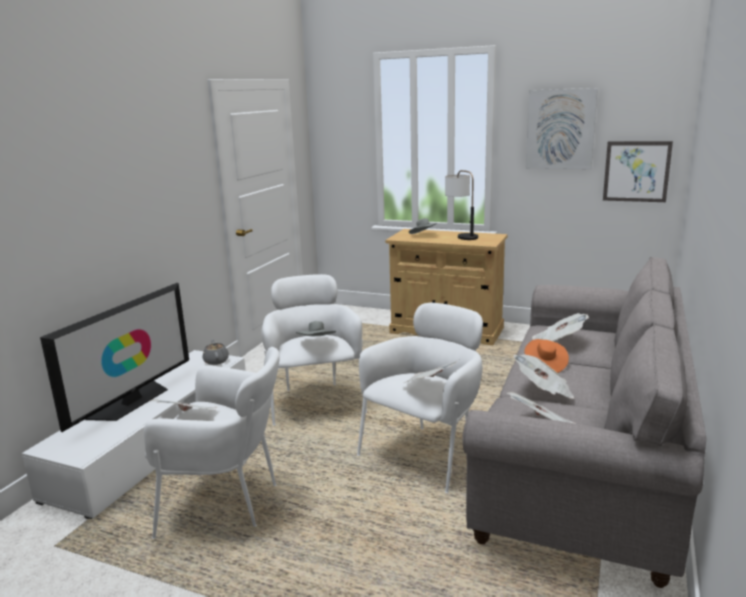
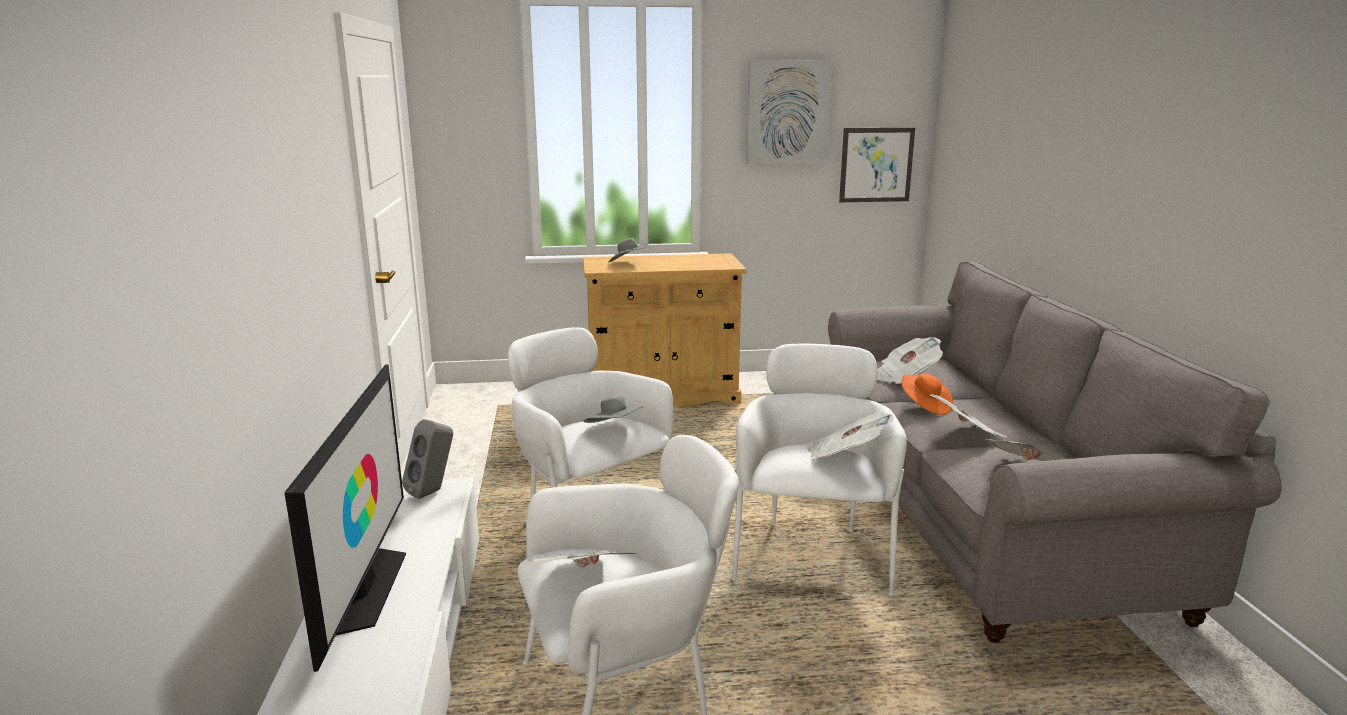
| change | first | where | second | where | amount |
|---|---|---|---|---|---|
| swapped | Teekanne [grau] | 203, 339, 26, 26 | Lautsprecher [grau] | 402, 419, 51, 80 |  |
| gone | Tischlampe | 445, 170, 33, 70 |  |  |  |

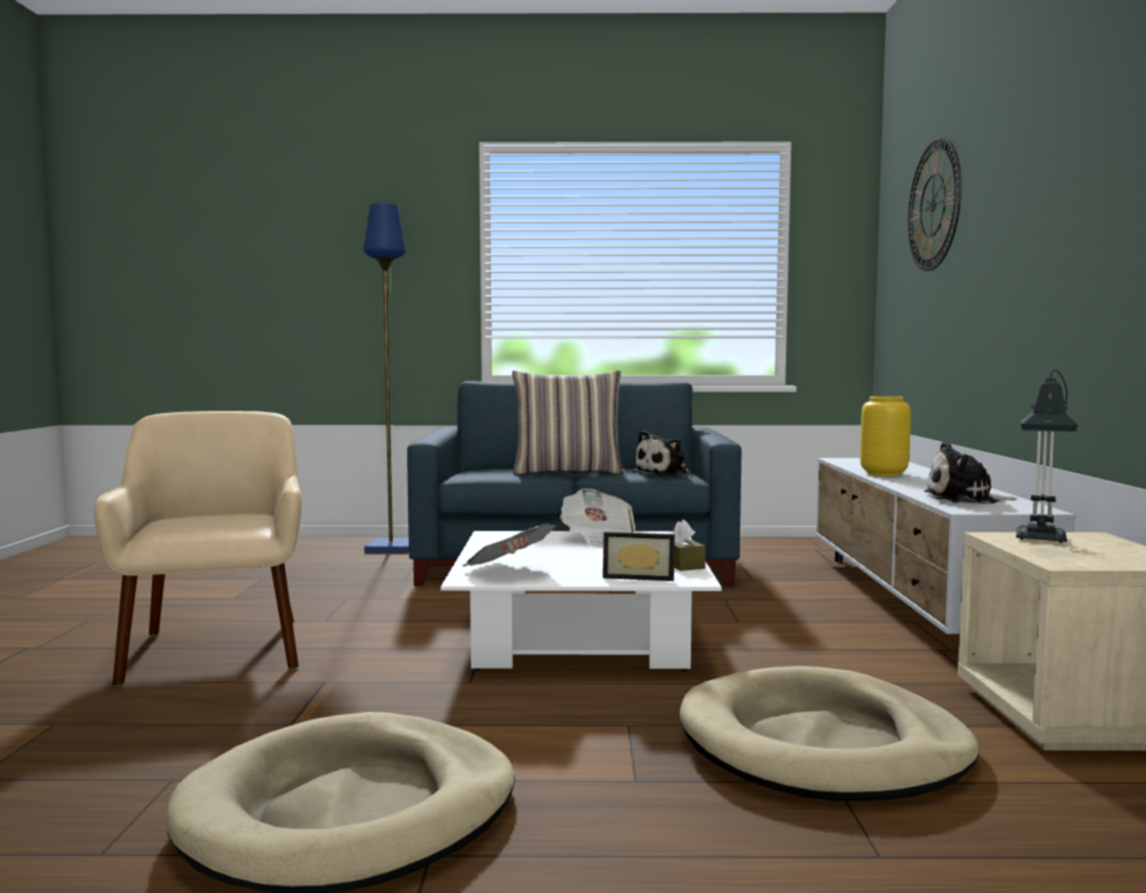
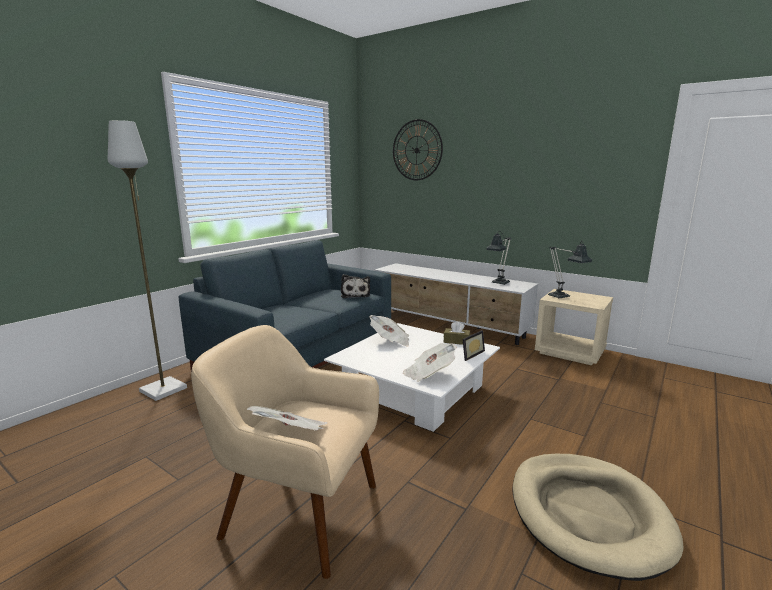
| change | first | where | second | where | amount |
|---|---|---|---|---|---|
| repainted | Stehlampe [blau] | 363, 203, 46, 350 | Stehlampe [grau] | 108, 120, 79, 281 |  |
| gone | Kissen | 512, 371, 112, 104 |  |  |  |
| gone | Hundebett [beige] | 679, 666, 300, 135 |  |  |  |
| gone | Vase [gelb] | 860, 396, 51, 80 |  |  |  |
| swapped | Plüschtier | 924, 441, 93, 63 | Tischlampe | 486, 232, 25, 53 |  |
| new |  |  | Zeitung | 247, 406, 80, 25 |  |

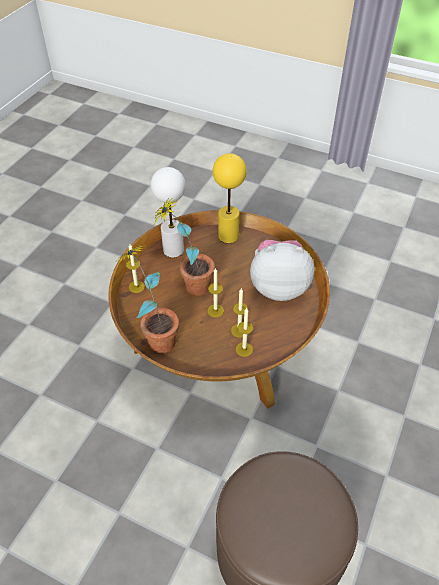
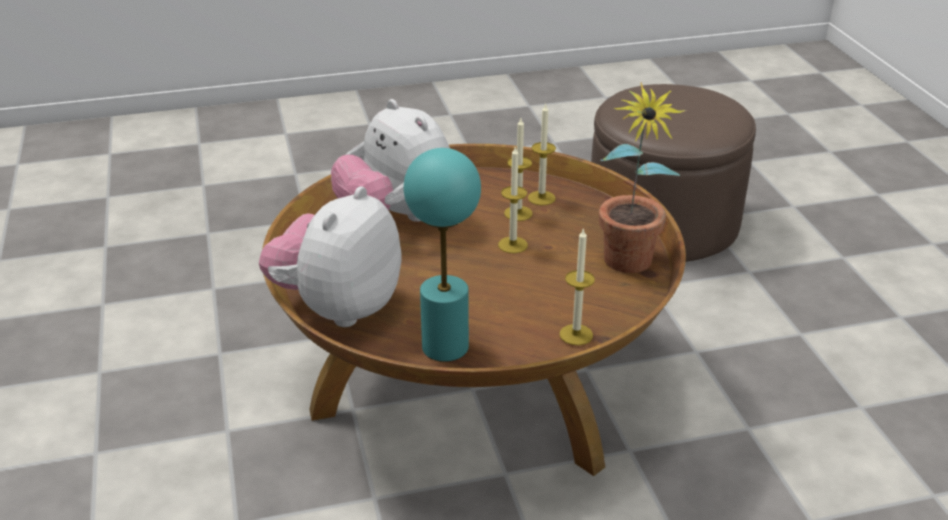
| change | first | where | second | where | amount |
|---|---|---|---|---|---|
| repainted | Tischlampe [weiß] | 151, 167, 35, 91 | Tischlampe [türkis] | 404, 148, 77, 214 |  |
| gone | Topfpflanze | 154, 199, 61, 97 |  |  |  |
| swapped | Tischlampe [gelb] | 213, 153, 34, 90 | Plüschtier | 259, 186, 143, 141 |  |

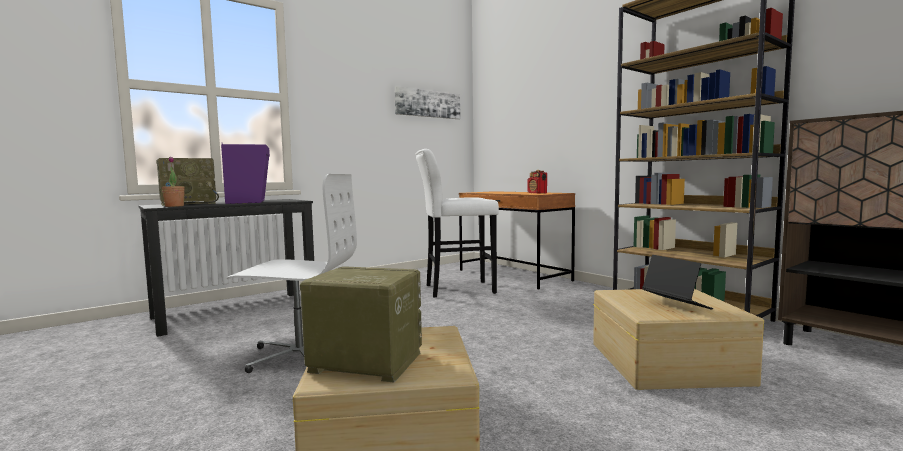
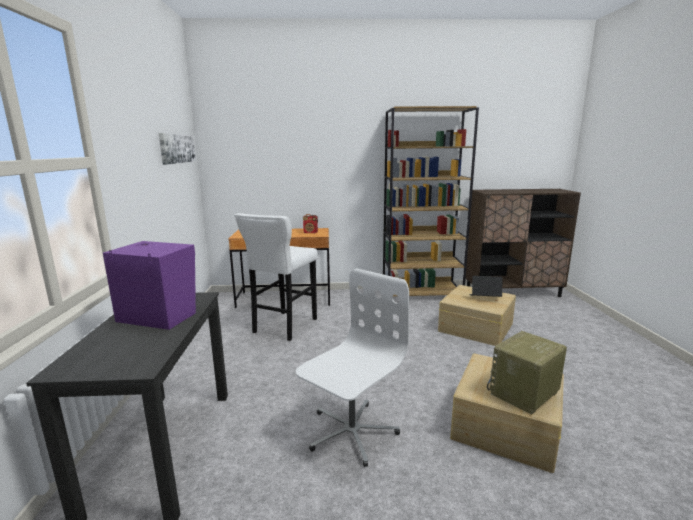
| change | first | where | second | where | amount |
|---|---|---|---|---|---|
| gone | Radio | 156, 158, 63, 48 |  |  |  |
| gone | Topfpflanze | 162, 157, 22, 50 |  |  |  |

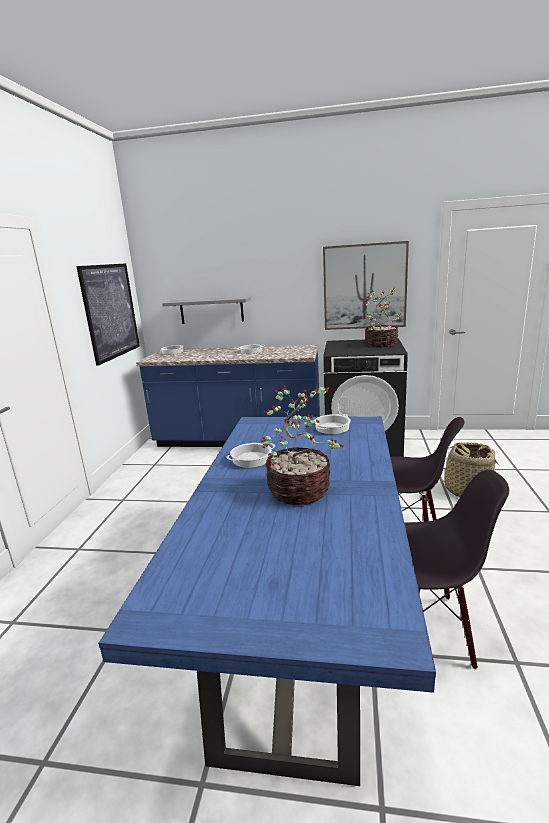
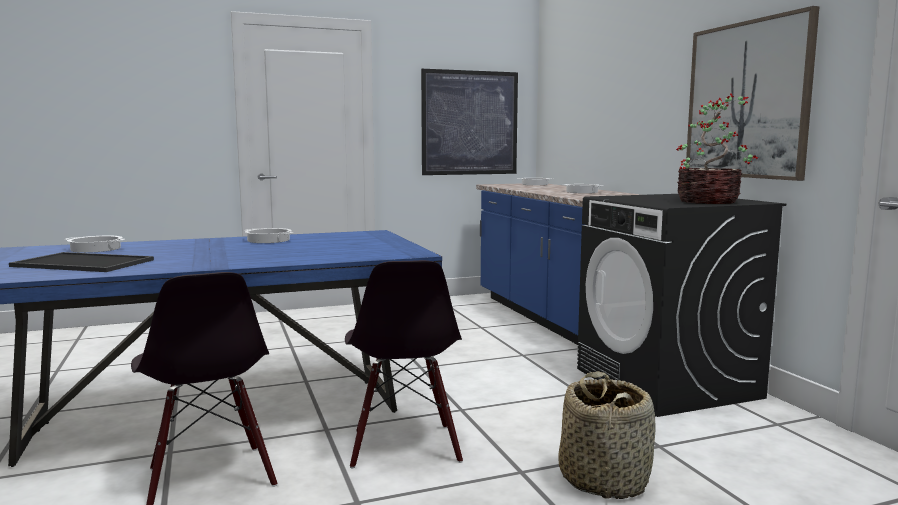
| change | first | where | second | where | amount |
|---|---|---|---|---|---|
| gone | Wandregal [grau] | 162, 297, 89, 27 |  |  |  |
| gone | Topfpflanze | 261, 385, 83, 120 |  |  |  |
| shifted | Kochtopf | 315, 414, 36, 20 |  | 65, 236, 60, 17 |  |
| new |  |  | Tablett | 9, 252, 145, 20 |  |

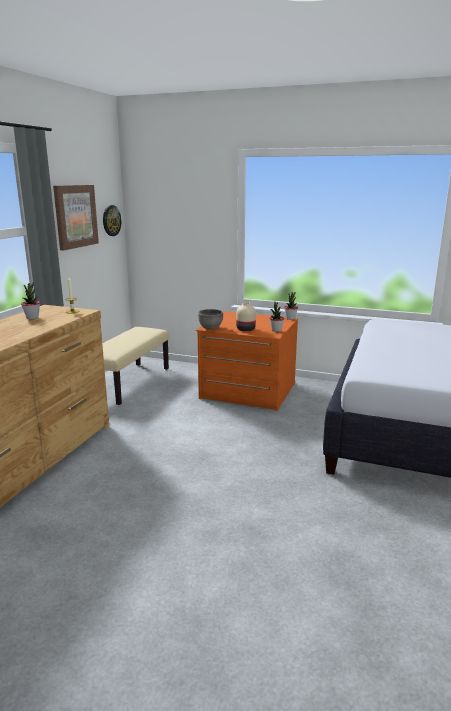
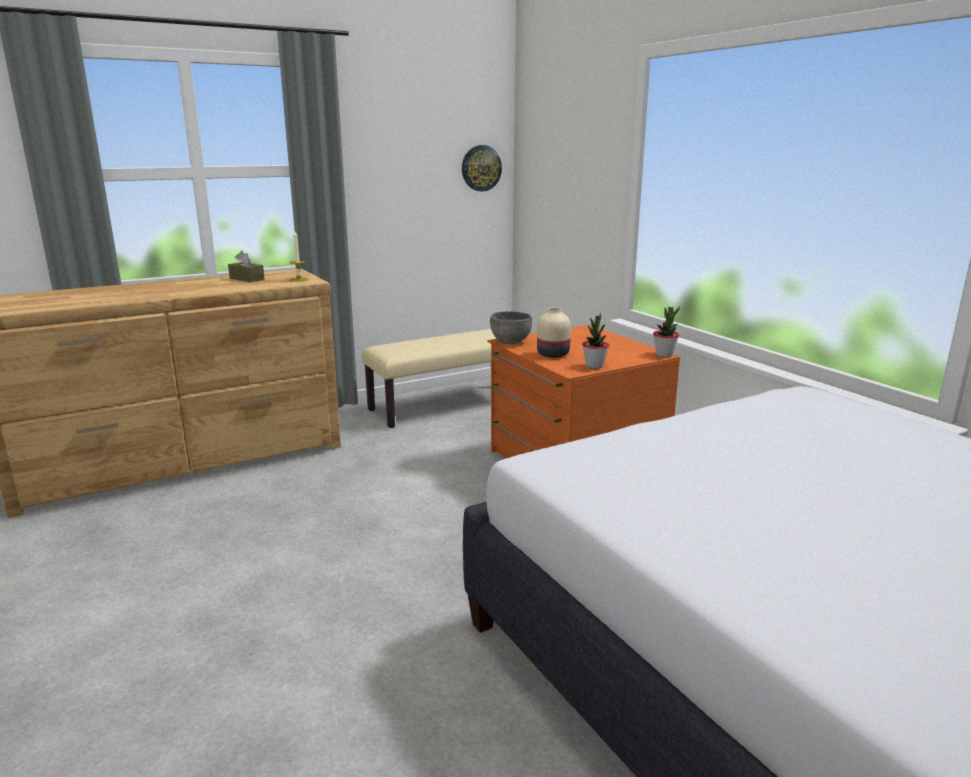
| change | first | where | second | where | amount |
|---|---|---|---|---|---|
| swapped | Topfpflanze | 21, 282, 19, 37 | Taschentuchbox [braun] | 228, 251, 37, 31 |  |
| gone | Bild | 53, 185, 46, 65 |  |  |  |

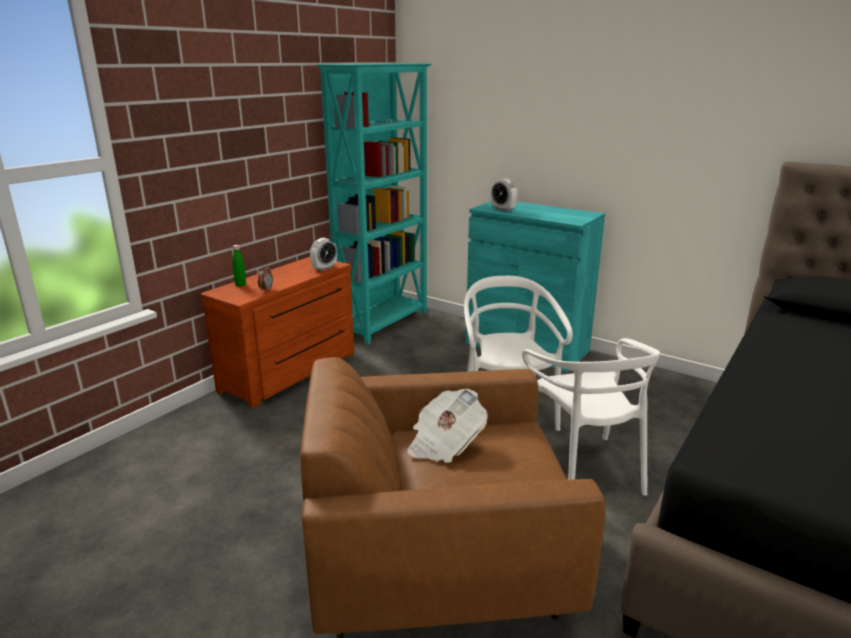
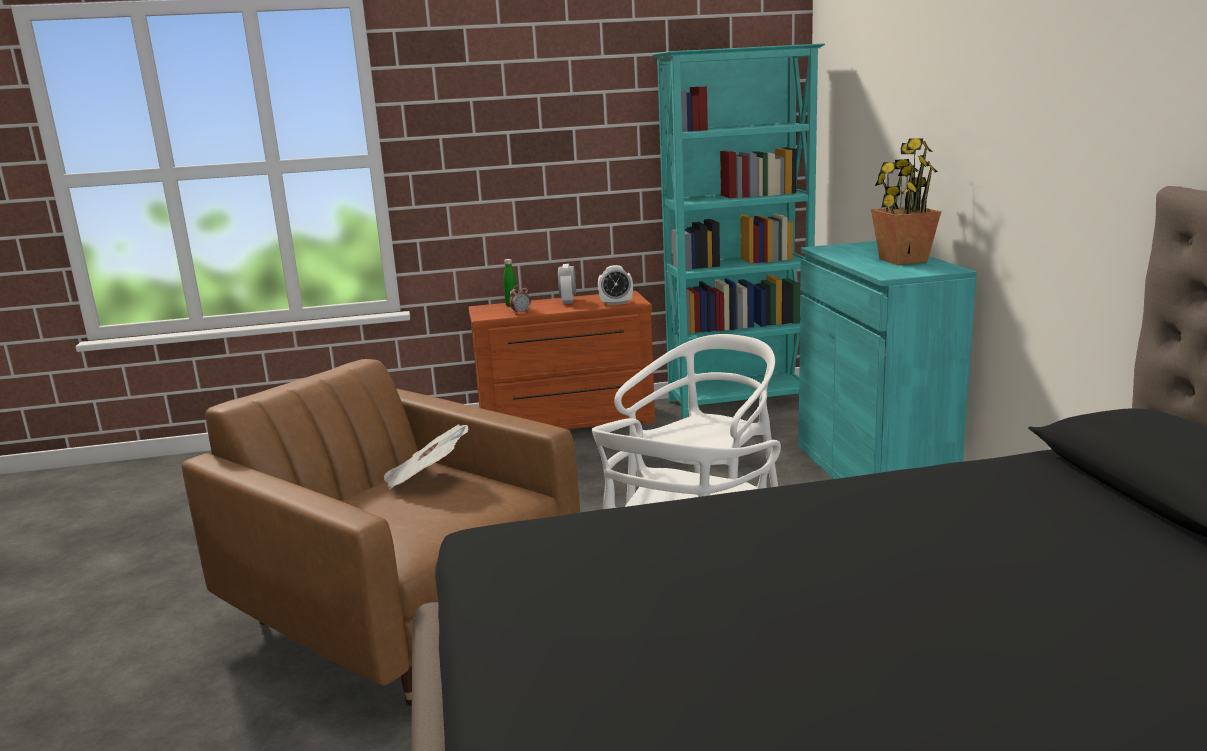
| change | first | where | second | where | amount |
|---|---|---|---|---|---|
| shifted | Wecker | 491, 179, 26, 32 |  | 558, 264, 18, 40 |  |
| new |  |  | Topfpflanze | 871, 138, 70, 127 |  |

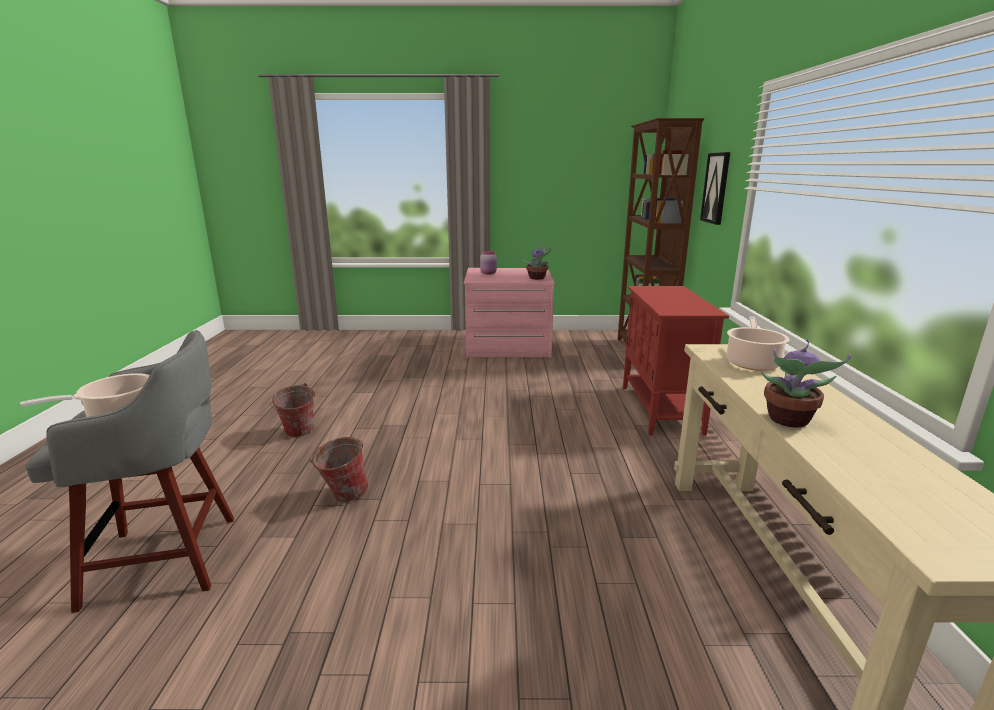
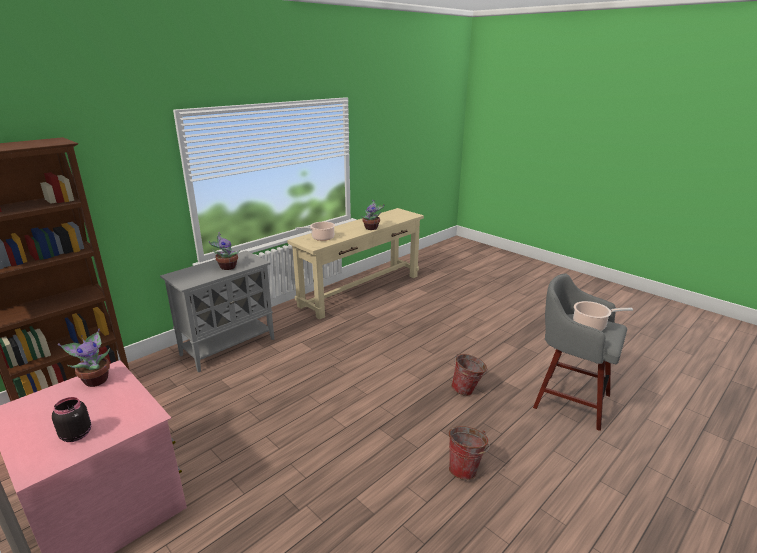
| change | first | where | second | where | amount |
|---|---|---|---|---|---|
| repainted | Vorratsglas [rosa] | 480, 250, 17, 24 | Vorratsglas [schwarz] | 52, 397, 39, 45 |  |
| repainted | Schrank [rot] | 623, 286, 106, 149 | Schrank [grau] | 160, 251, 114, 121 |  |
| gone | Bild | 700, 152, 30, 73 |  |  |  |
| new |  |  | Topfpflanze | 209, 232, 31, 38 |  |

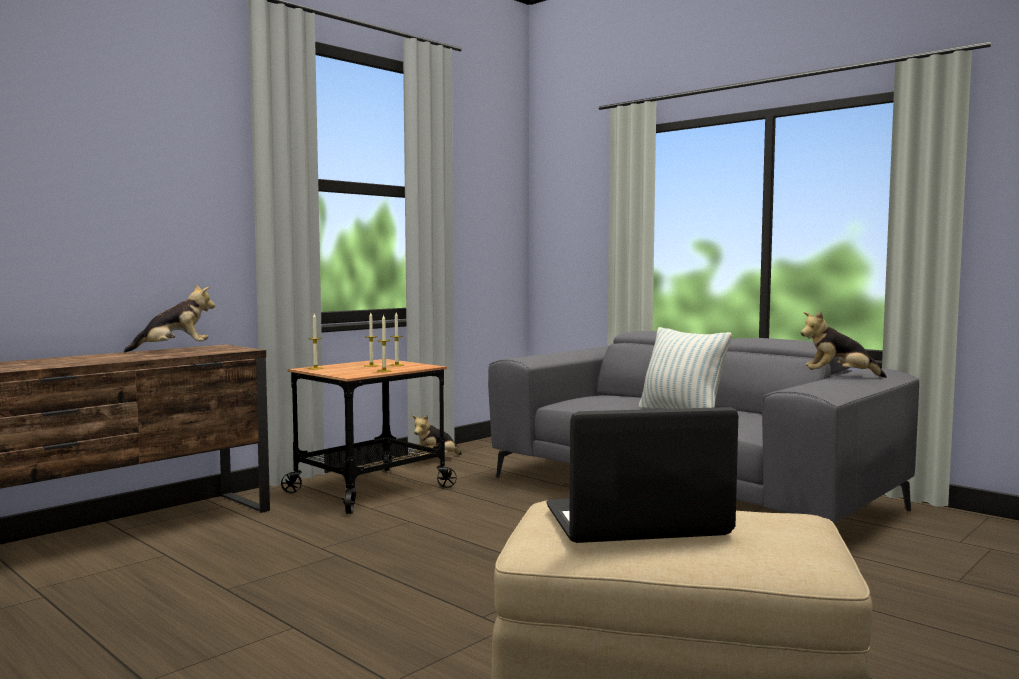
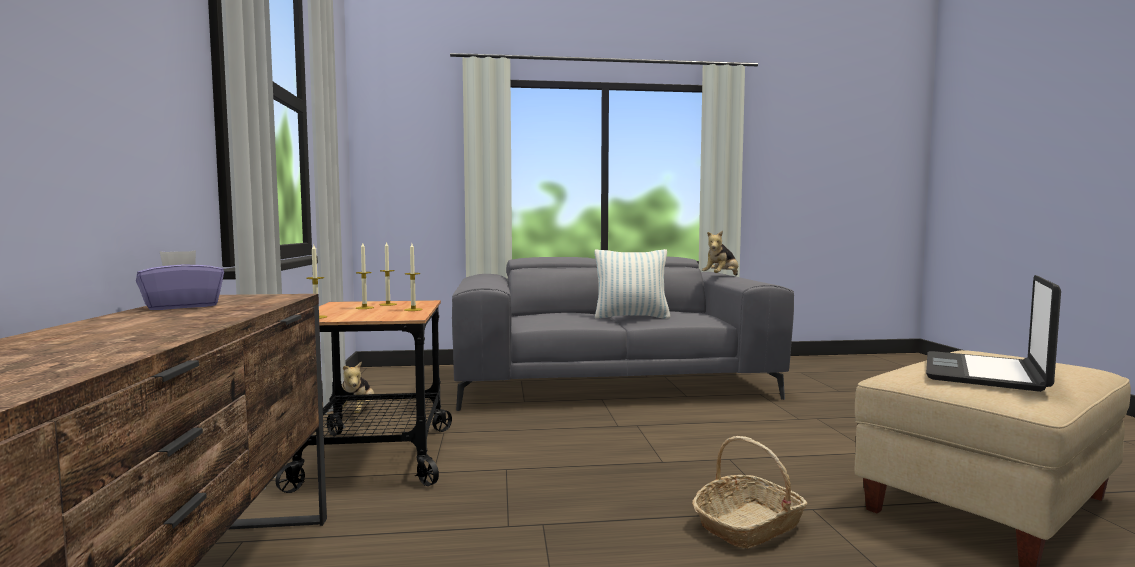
| change | first | where | second | where | amount |
|---|---|---|---|---|---|
| swapped | Plüschtier | 124, 284, 91, 69 | Taschentuchbox [lila] | 136, 250, 88, 60 |  |
| new |  |  | Korb | 692, 436, 115, 112 |  |

